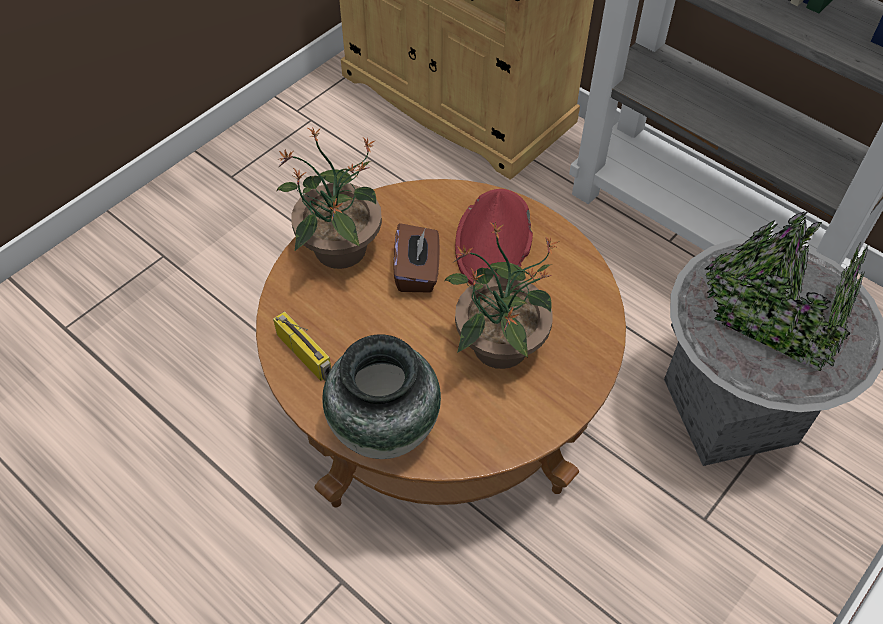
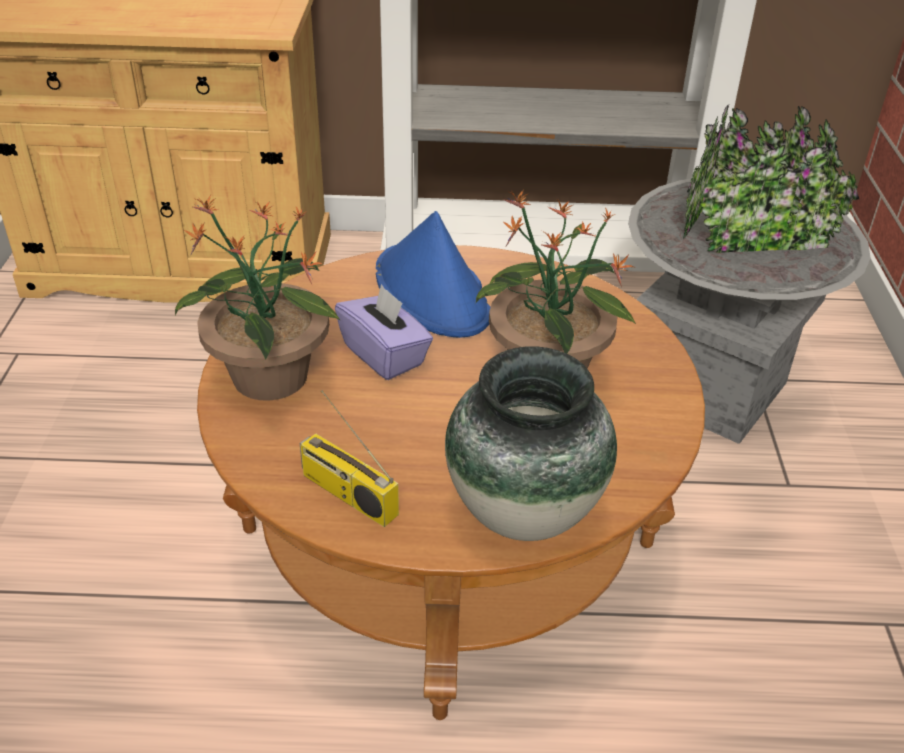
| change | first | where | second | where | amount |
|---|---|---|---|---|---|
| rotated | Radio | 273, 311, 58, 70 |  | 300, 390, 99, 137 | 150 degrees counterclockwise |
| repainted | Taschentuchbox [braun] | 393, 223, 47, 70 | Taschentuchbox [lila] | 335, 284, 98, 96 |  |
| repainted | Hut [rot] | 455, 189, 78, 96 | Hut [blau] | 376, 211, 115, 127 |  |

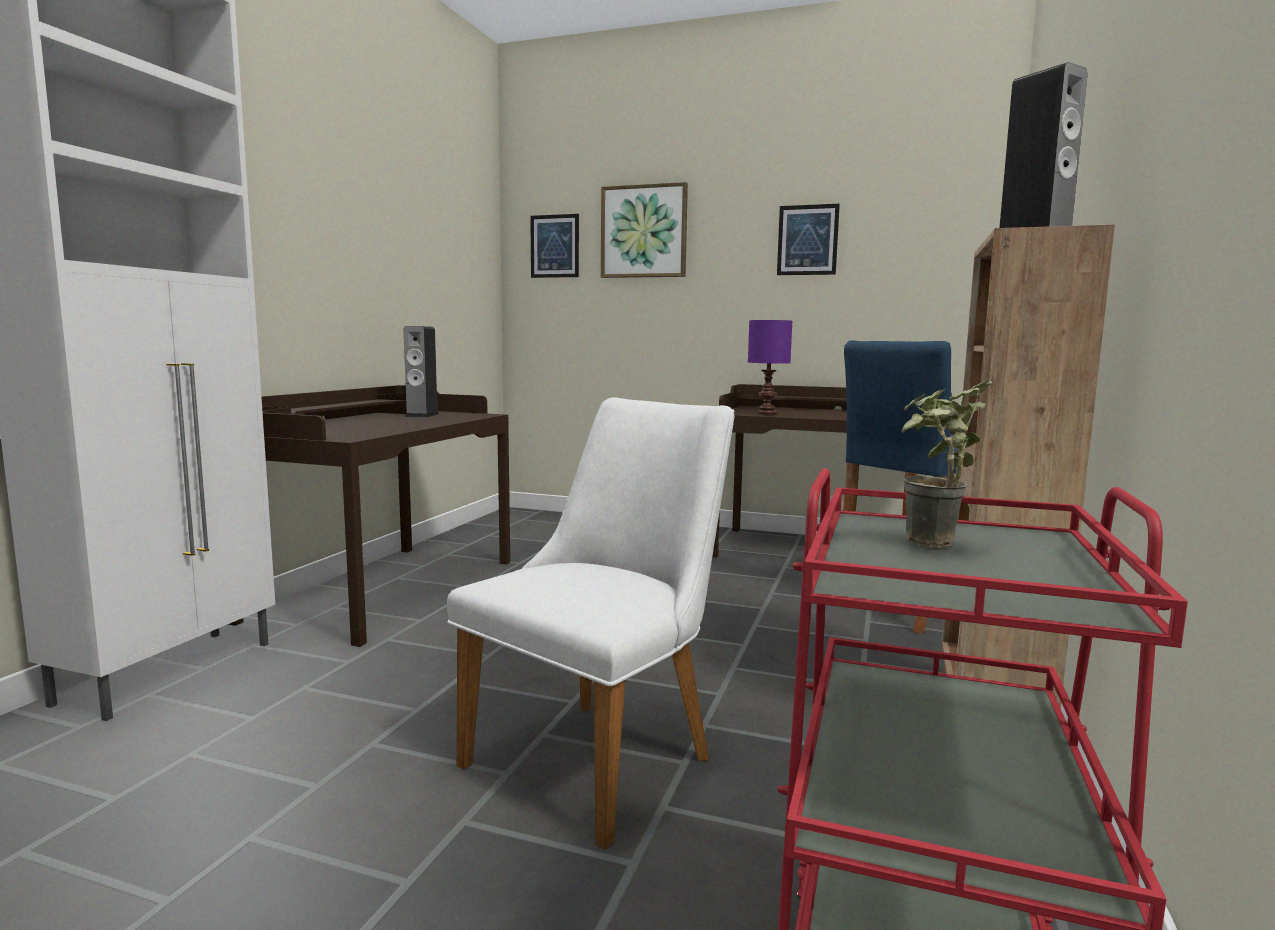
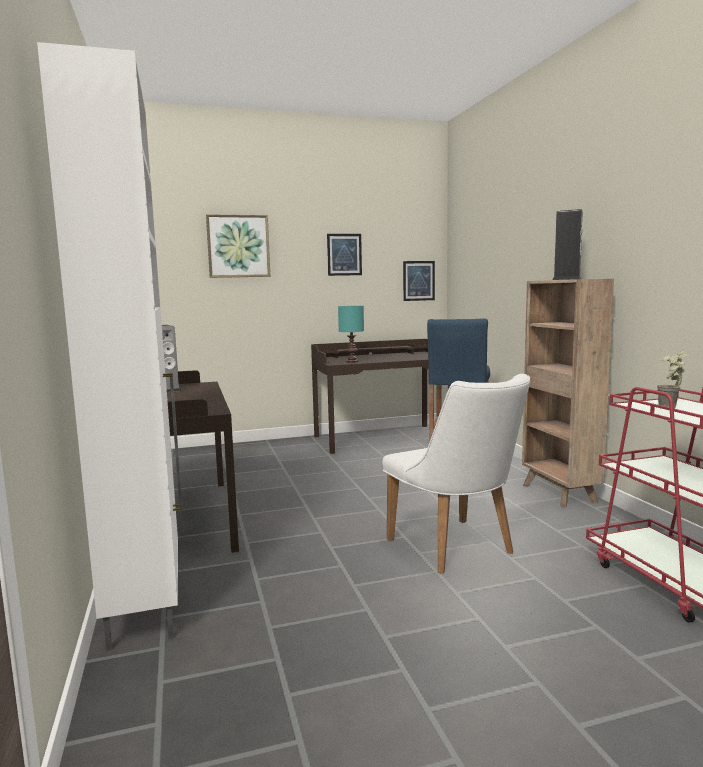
| change | first | where | second | where | amount |
|---|---|---|---|---|---|
| rotated | Stuhl [weiß] | 447, 397, 287, 453 |  | 383, 374, 147, 200 | 150 degrees clockwise |
| shifted | Bild | 530, 214, 49, 64 |  | 403, 261, 32, 40 |  |
| repainted | Tischlampe [lila] | 748, 320, 44, 95 | Tischlampe [türkis] | 338, 306, 26, 57 |  |

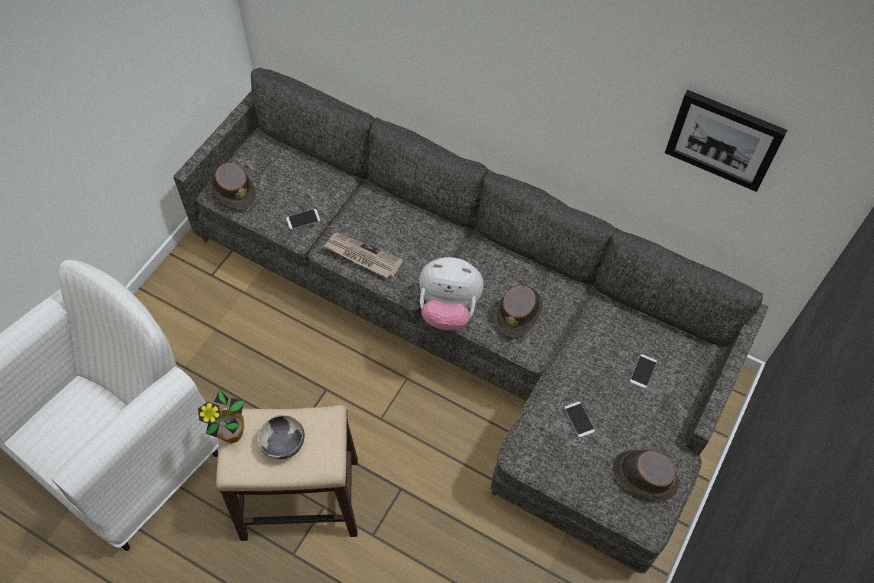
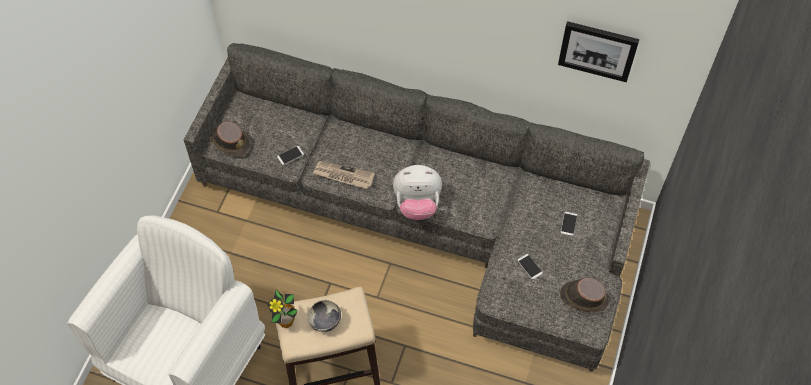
| change | first | where | second | where | amount |
|---|---|---|---|---|---|
| gone | Hut [braun] | 496, 285, 47, 53 |  |  |  |

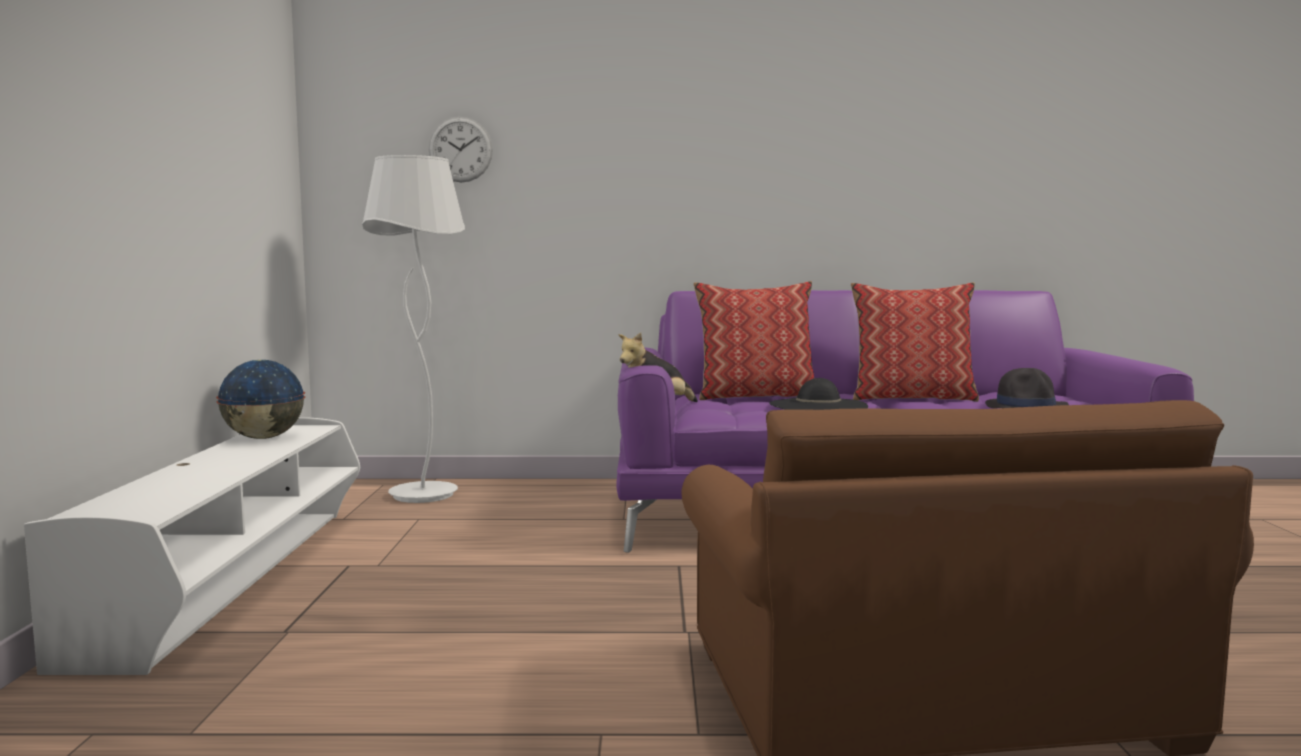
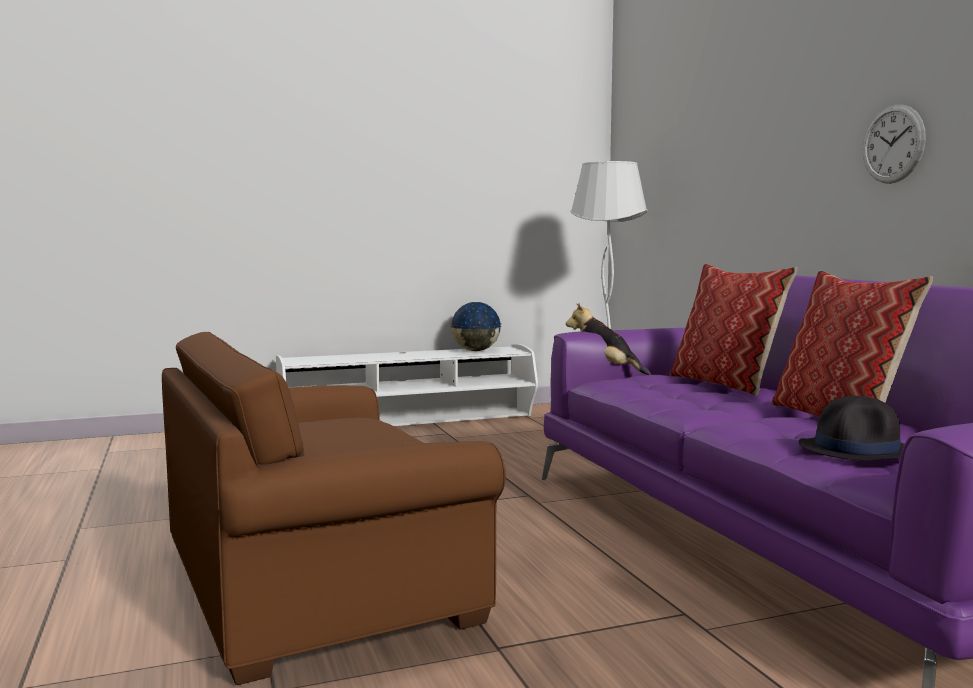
| change | first | where | second | where | amount |
|---|---|---|---|---|---|
| shifted | Wanduhr | 429, 117, 64, 65 |  | 863, 105, 63, 79 |  |
| gone | Hut [schwarz] | 769, 378, 99, 32 |  |  |  |

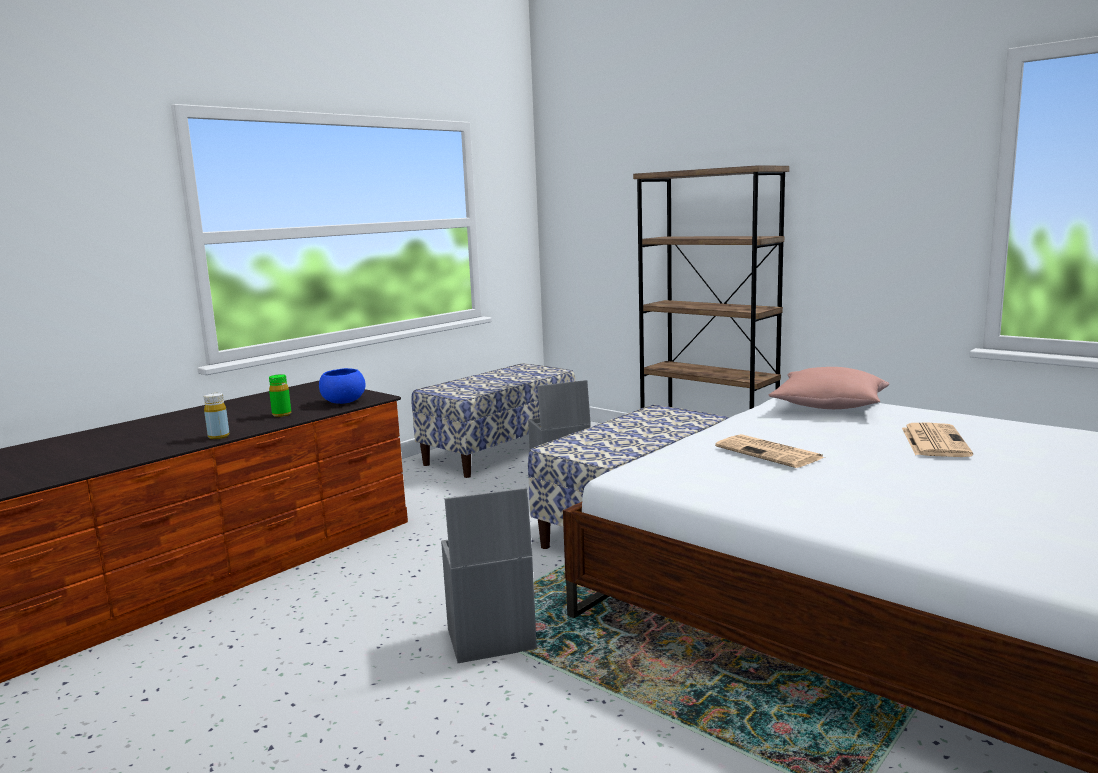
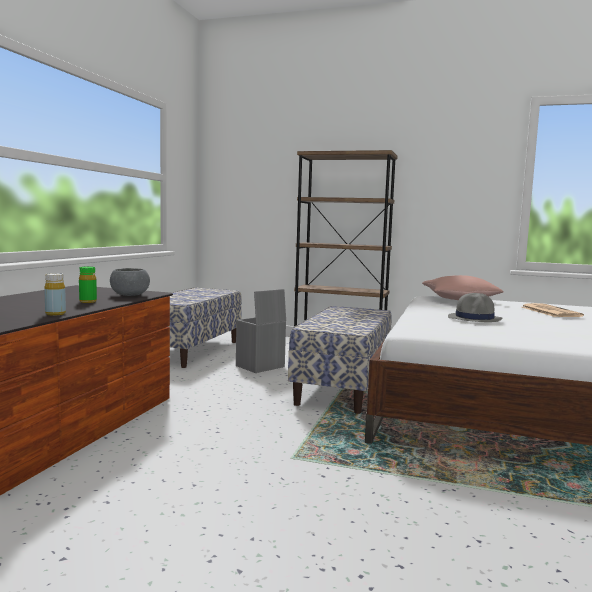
| change | first | where | second | where | amount |
|---|---|---|---|---|---|
| repainted | Schüssel [blau] | 319, 368, 46, 36 | Schüssel [grau] | 110, 268, 40, 28 |  |
| gone | Aufbewahrungsbox [grau] | 441, 488, 96, 175 |  |  |  |
| swapped | Zeitung | 715, 434, 110, 34 | Hut [grau] | 448, 293, 54, 29 |  |

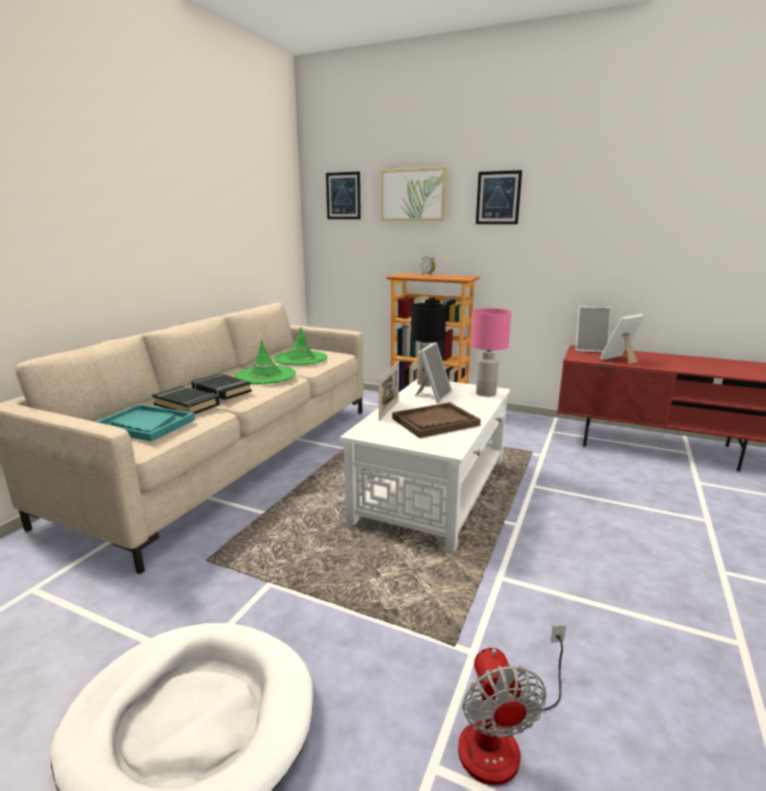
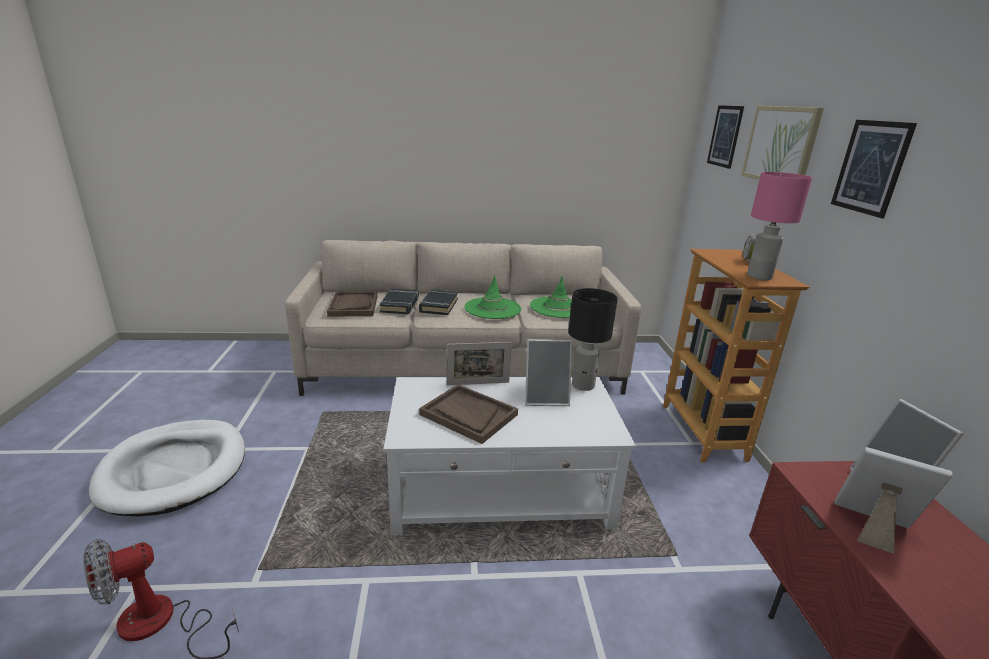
| change | first | where | second | where | amount |
|---|---|---|---|---|---|
| repainted | Tablett [türkis] | 96, 404, 99, 38 | Tablett [braun] | 327, 292, 51, 25 |  |
| shifted | Tischlampe [rosa] | 471, 308, 40, 89 |  | 747, 172, 65, 108 |  |

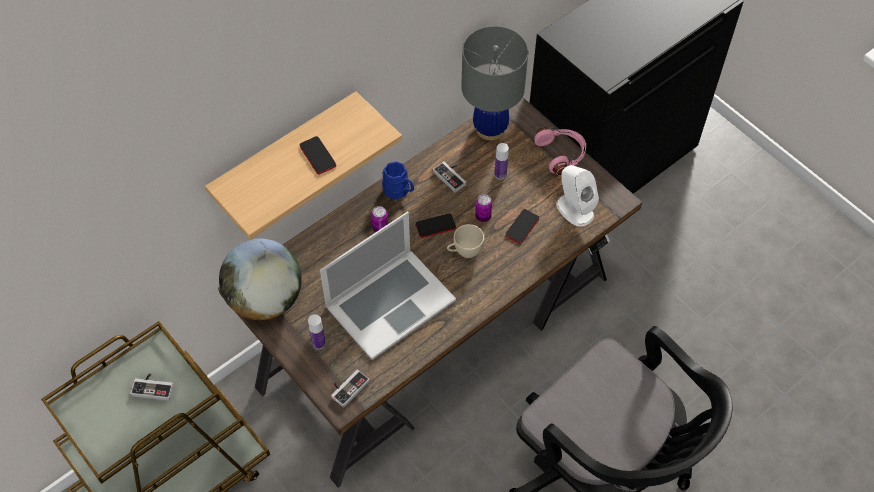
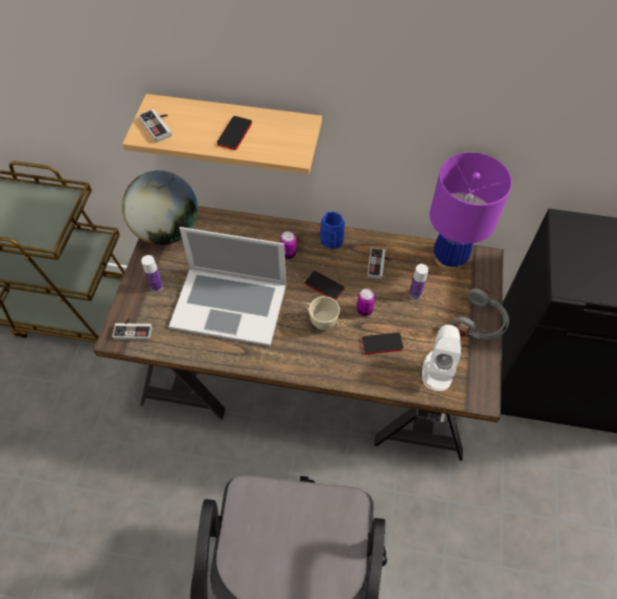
| change | first | where | second | where | amount |
|---|---|---|---|---|---|
| shifted | Gamepad | 130, 373, 44, 27 |  | 138, 109, 34, 33 |  |
| repainted | Tischlampe [grau] | 461, 26, 67, 114 | Tischlampe [lila] | 430, 152, 82, 119 |  |
| repainted | Kopfhörer [rosa] | 534, 127, 52, 48 | Kopfhörer [grau] | 452, 287, 57, 52 |  |

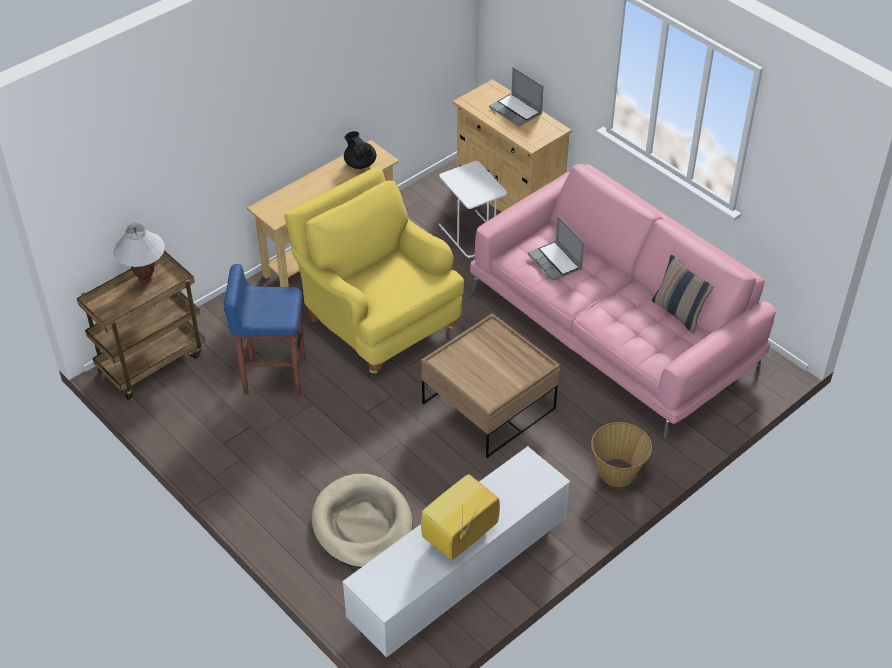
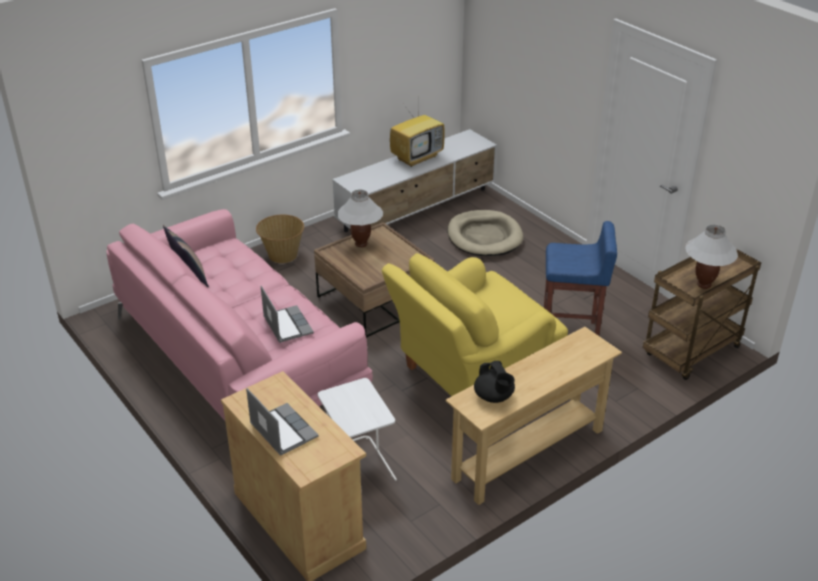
| change | first | where | second | where | amount |
|---|---|---|---|---|---|
| rotated | Sessel [gelb] | 285, 167, 179, 206 |  | 382, 253, 186, 143 | 90 degrees clockwise |
| new |  |  | Tischlampe [weiß] | 337, 190, 46, 58 |  |

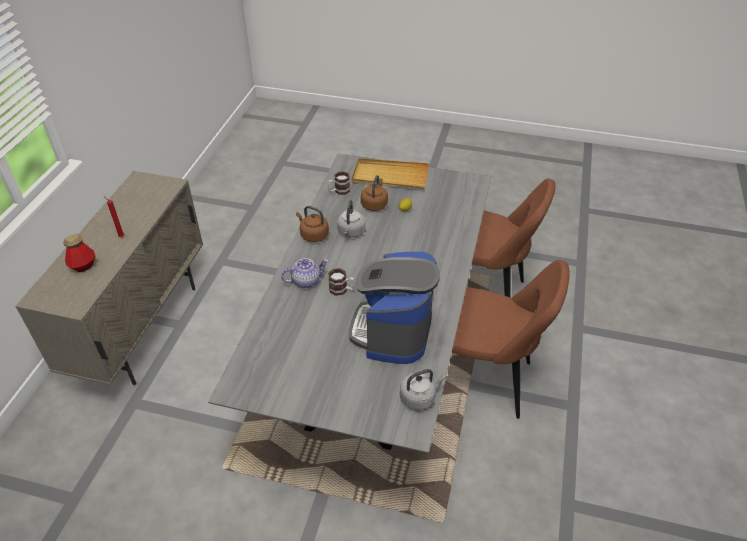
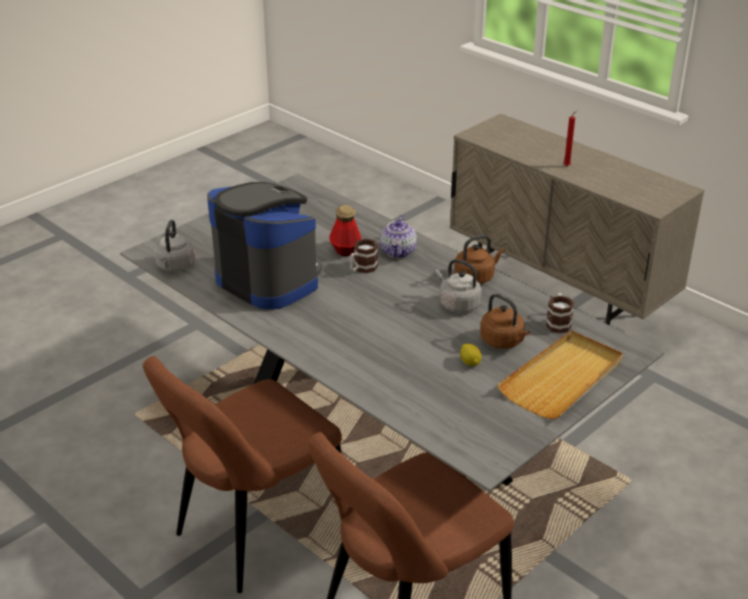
| change | first | where | second | where | amount |
|---|---|---|---|---|---|
| shifted | Flasche | 63, 234, 32, 38 |  | 330, 205, 31, 51 |  |

